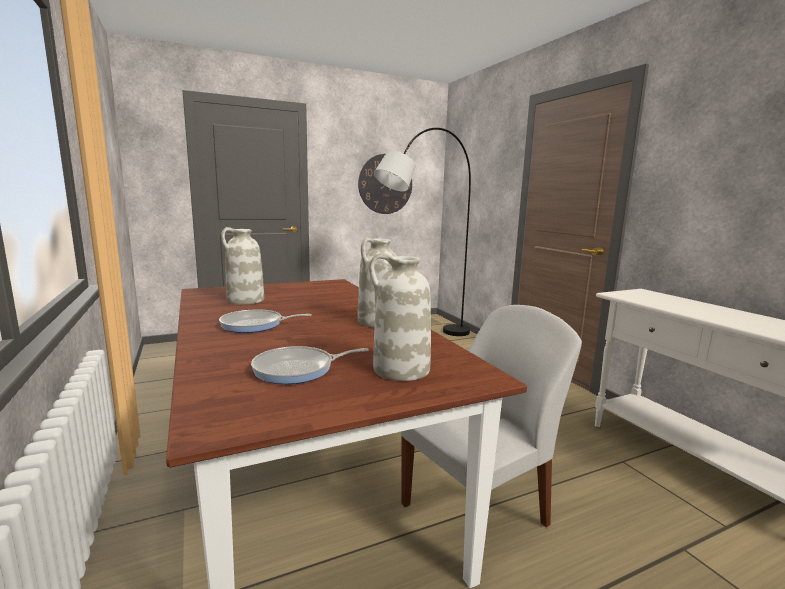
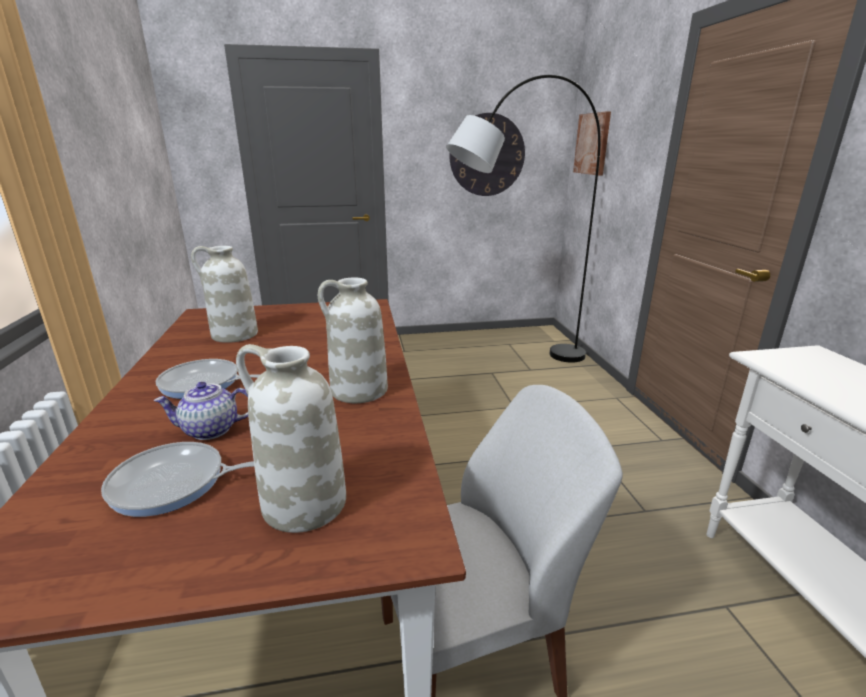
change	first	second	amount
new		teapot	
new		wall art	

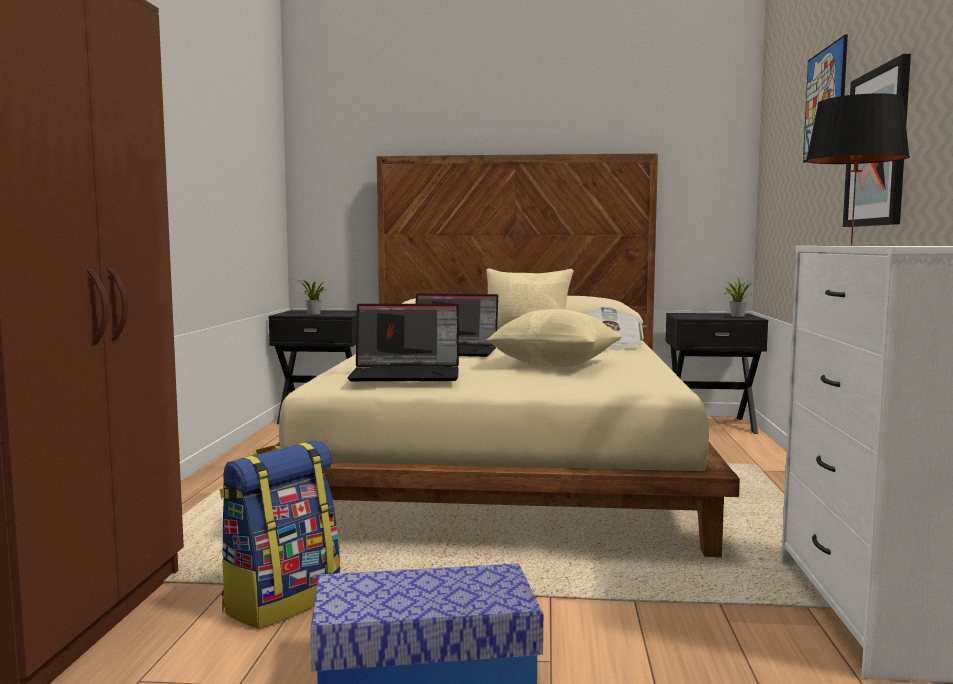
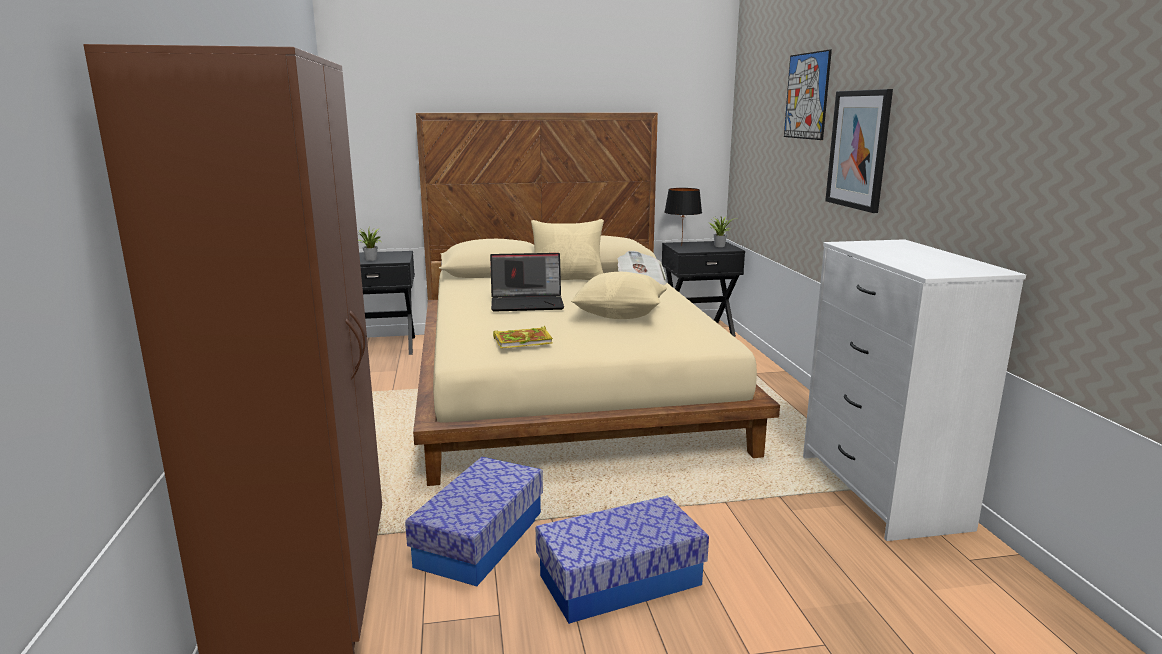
change	first	second	amount
swapped	knapsack	storage bin (no. 1 from left)	
swapped	portable computer (no. 1 from left)	volume	
shifted	blackish lamp for a table		

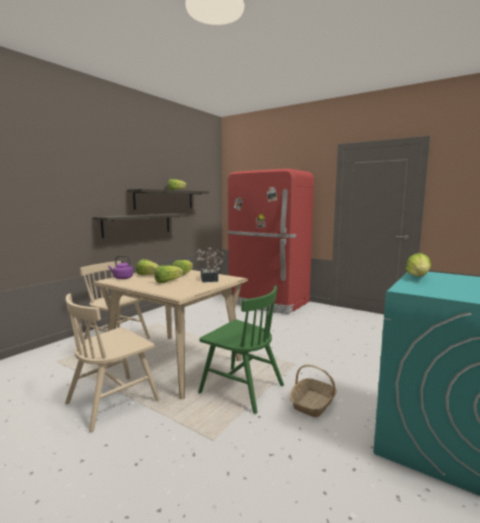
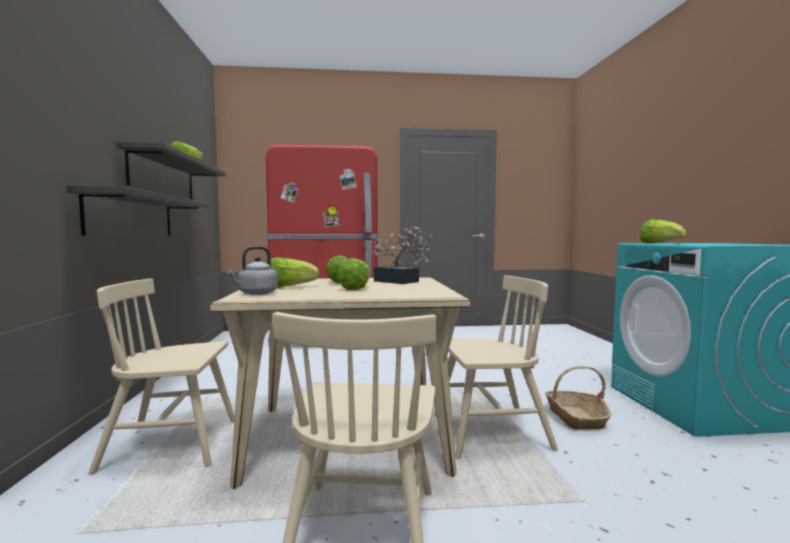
change	first	second	amount
repainted	purple kettle	greyish kettle	
repainted	green-coloured upright chair	sand-coloured upright chair (no. 3 from left)	

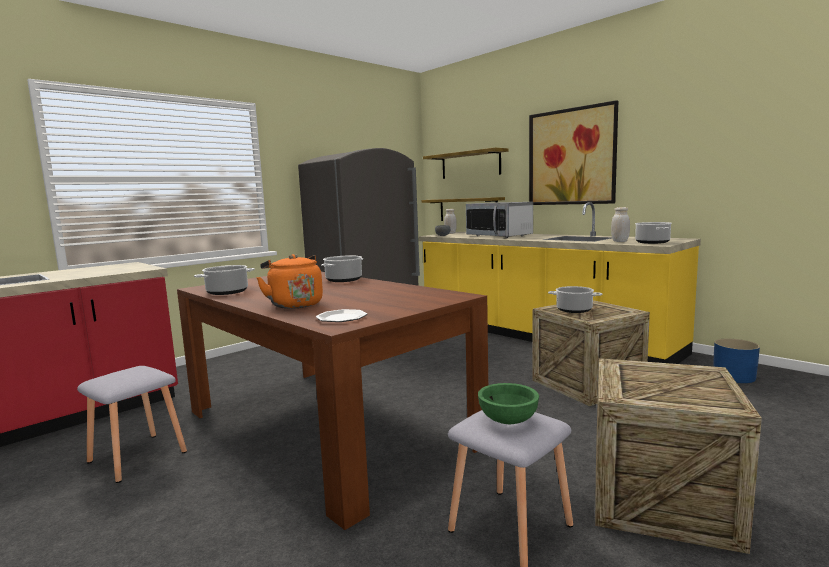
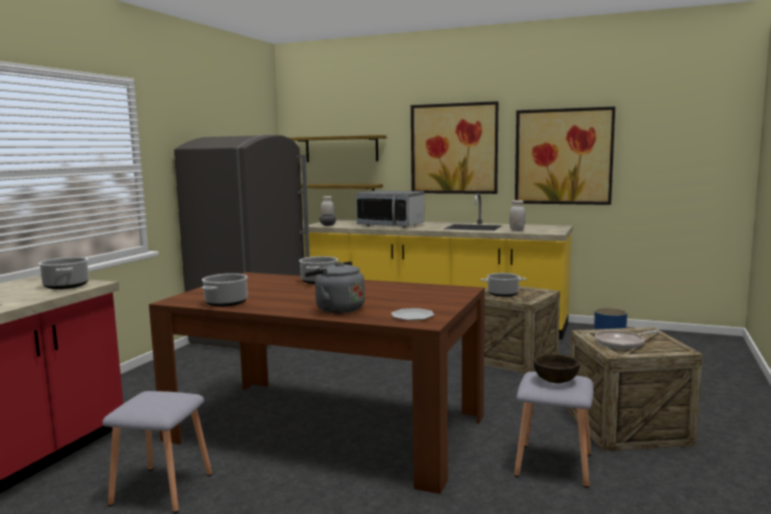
change	first	second	amount
shifted	stockpot (no. 4 from left in the first image)	stockpot (no. 1 from left)	
repainted	orange-coloured kettle	greyish kettle	
new		wall art (no. 2 from left)	
repainted	green-coloured serving bowl	brown serving bowl	
new		frying pan	

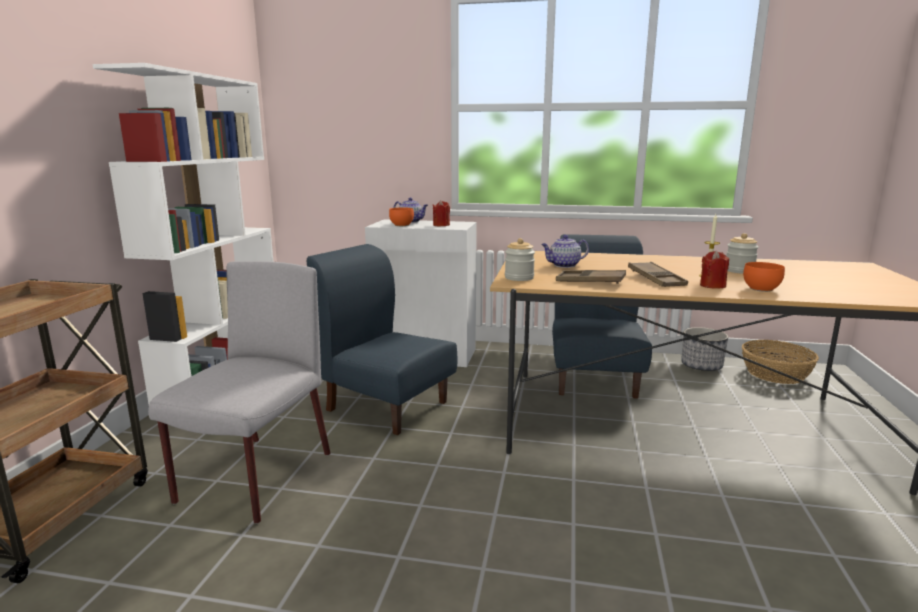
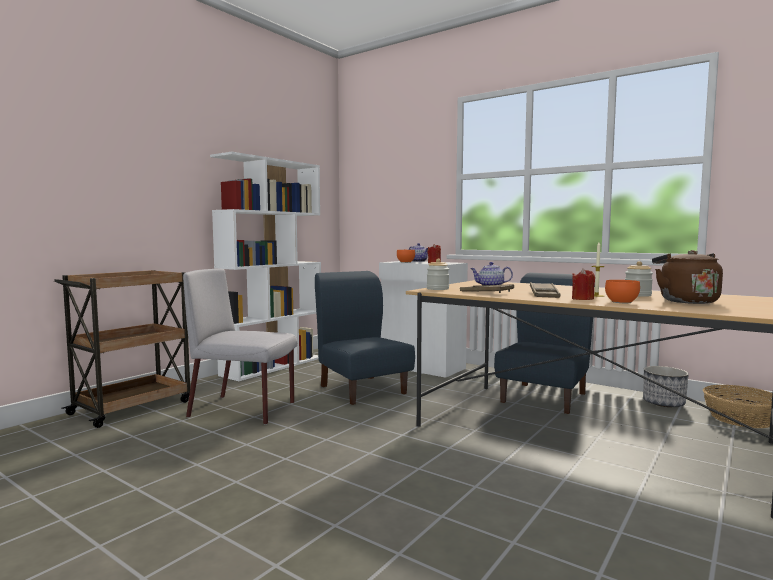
change	first	second	amount
rotated	greyish upright chair		120 degrees counterclockwise
new		brown kettle	

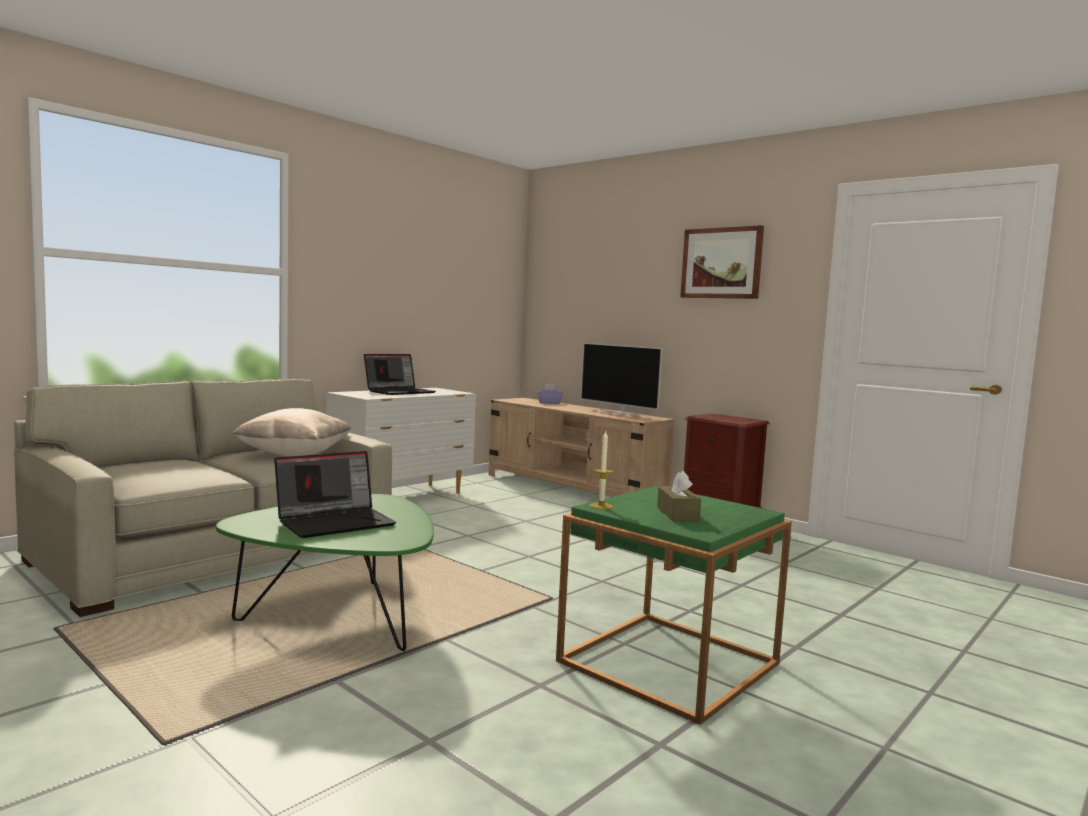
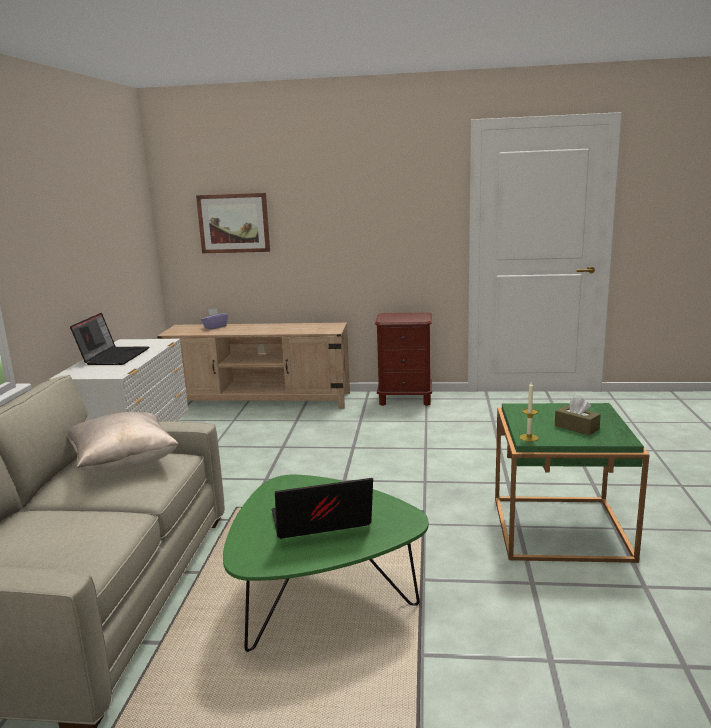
change	first	second	amount
shifted	wall art		
rotated	portable computer (no. 1 from left in the first image)	portable computer (no. 2 from left)	120 degrees counterclockwise
gone	TV set		

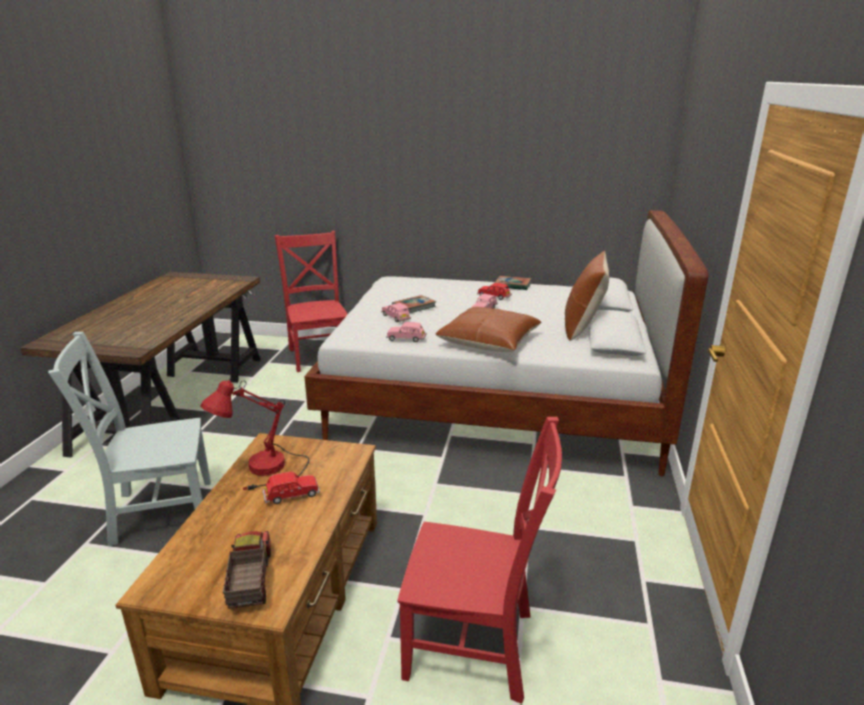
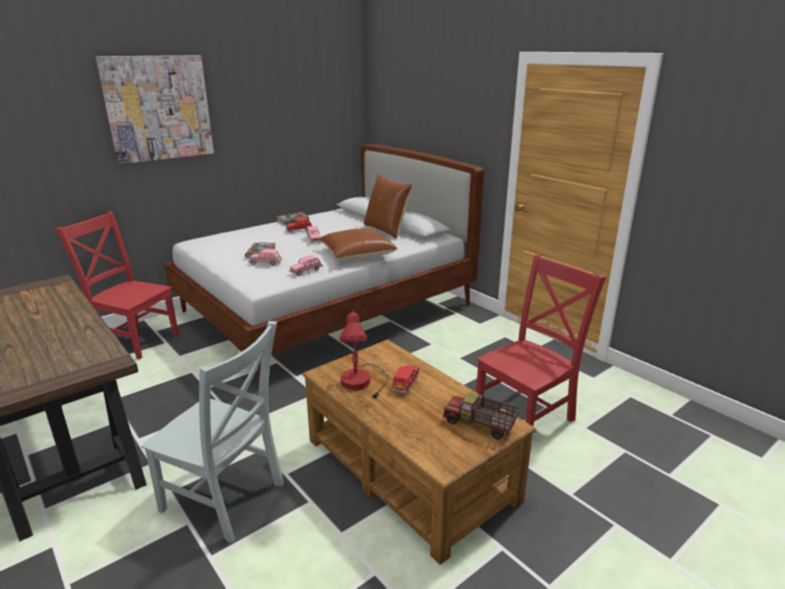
change	first	second	amount
new		wall art	
rotated	greyish upright chair		90 degrees counterclockwise

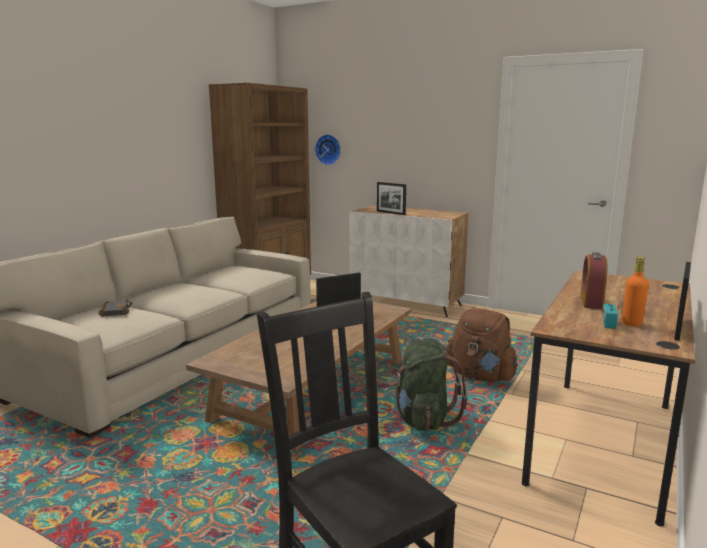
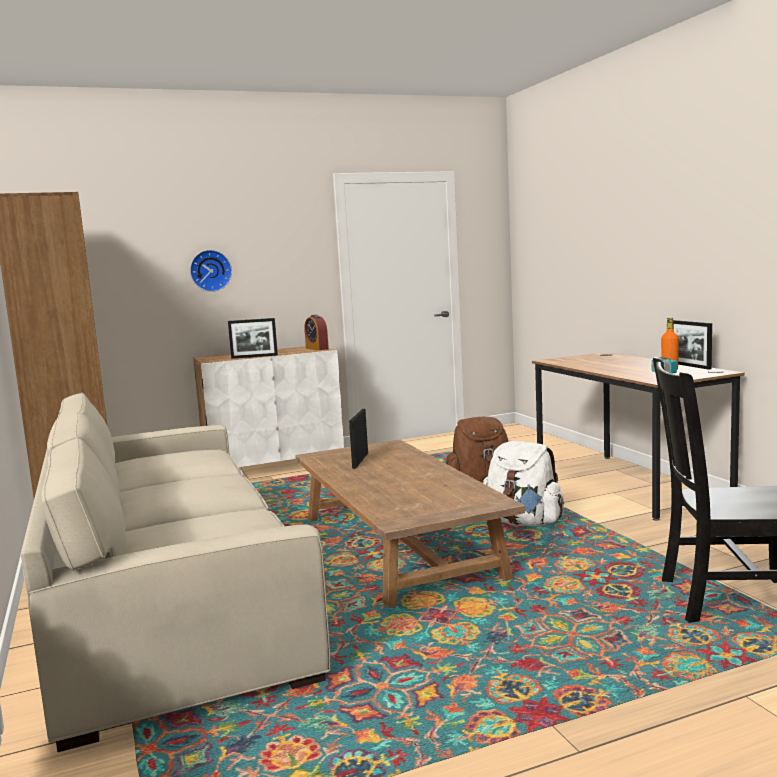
change	first	second	amount
shifted	clock on the wall		
shifted	alarm clock		
repainted	green-coloured knapsack	white-coloured knapsack	
gone	blackish volume		

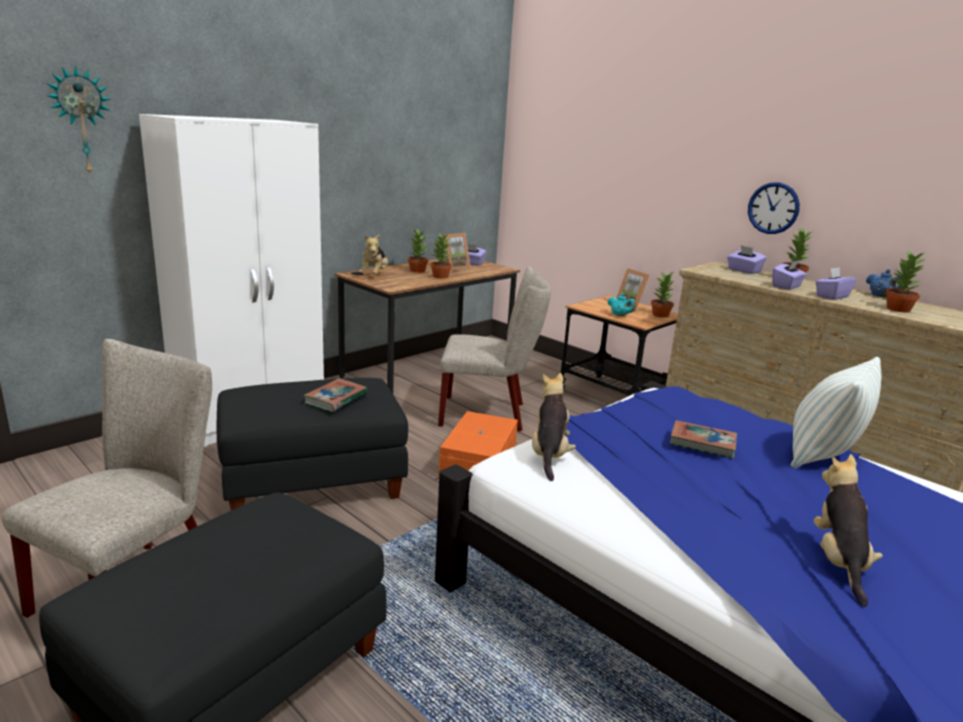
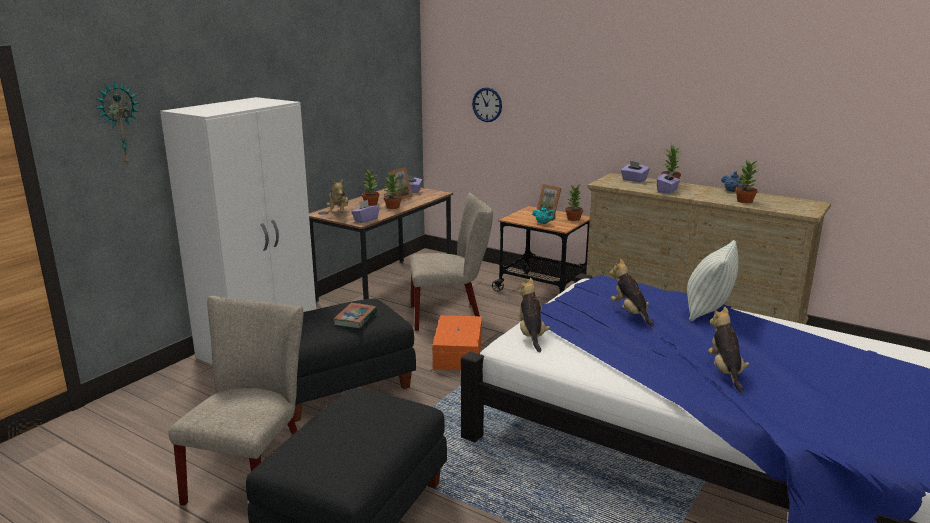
change	first	second	amount
shifted	purple box of tissues (no. 4 from left in the first image)	purple box of tissues (no. 1 from left)	
shifted	clock on the wall (no. 2 from left)		
swapped	volume (no. 2 from left)	plush toy (no. 3 from left)	

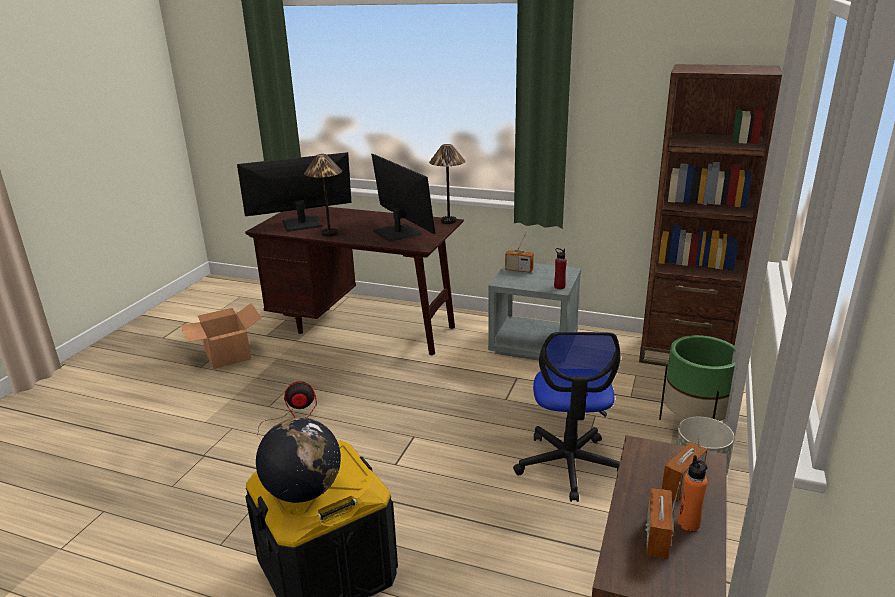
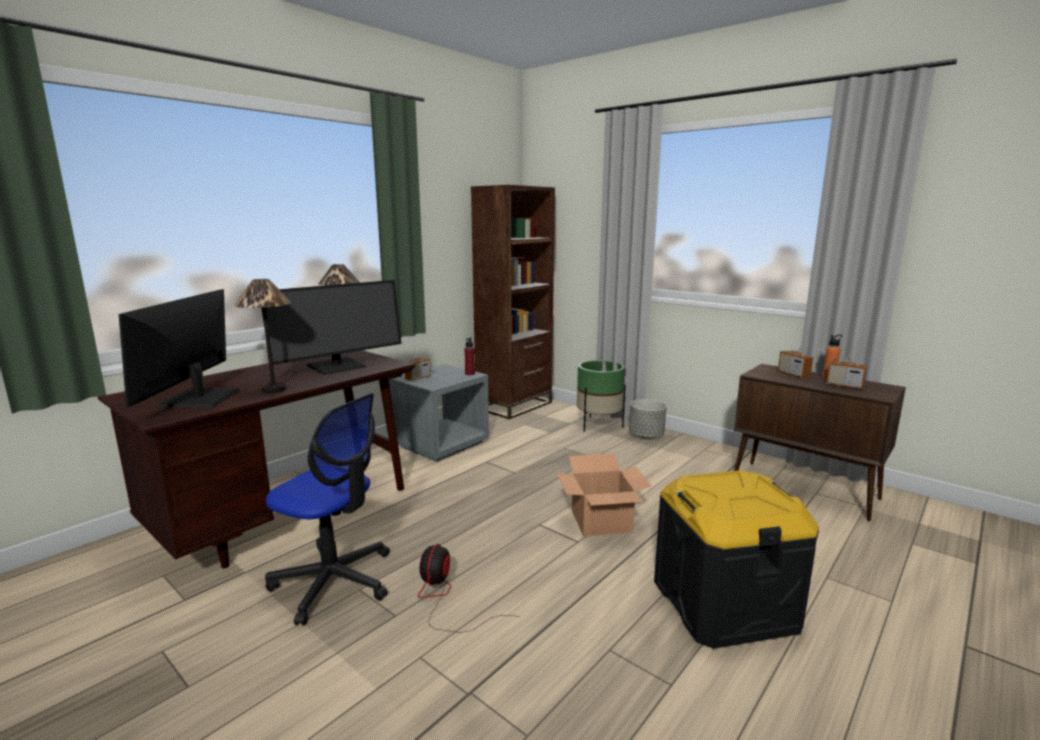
change	first	second	amount
rotated	monitor (no. 2 from left)		150 degrees clockwise
shifted	office chair		
shifted	packing box		
gone	desk globe		

